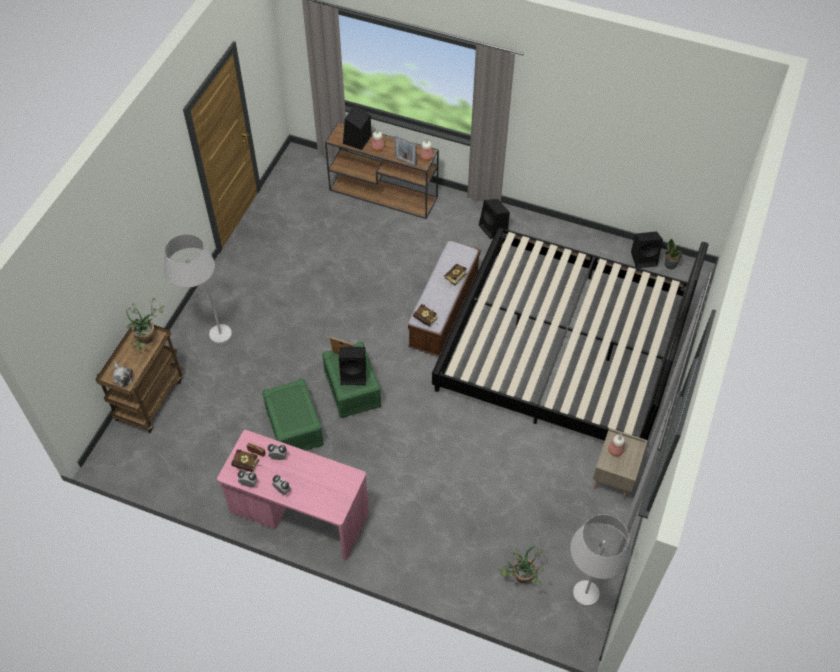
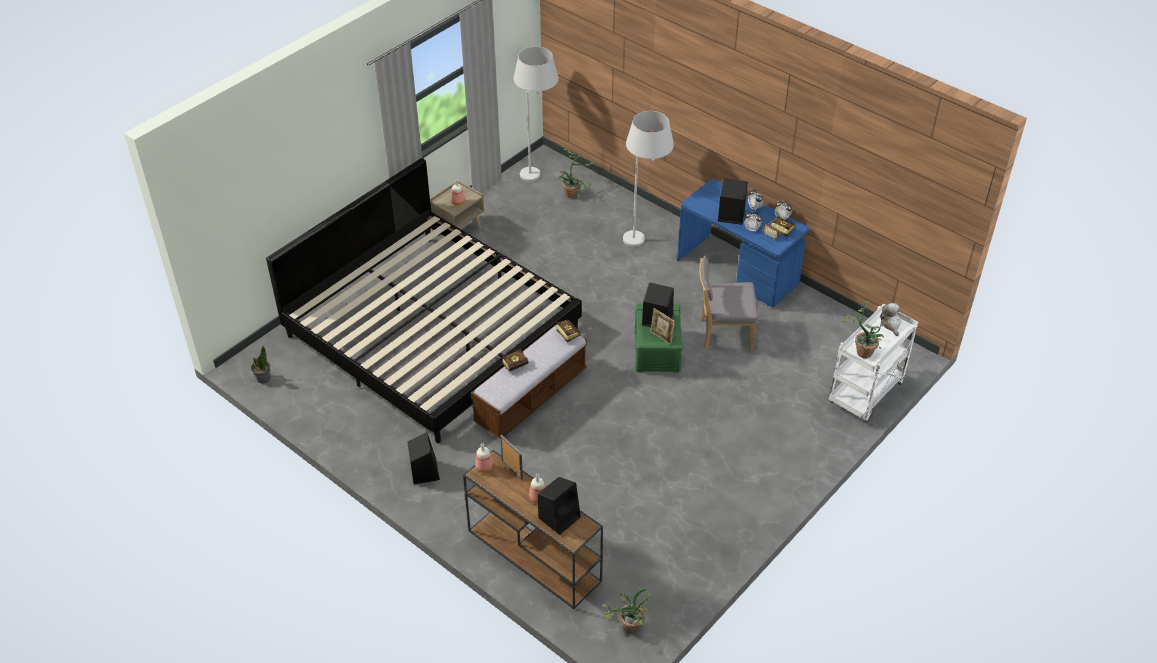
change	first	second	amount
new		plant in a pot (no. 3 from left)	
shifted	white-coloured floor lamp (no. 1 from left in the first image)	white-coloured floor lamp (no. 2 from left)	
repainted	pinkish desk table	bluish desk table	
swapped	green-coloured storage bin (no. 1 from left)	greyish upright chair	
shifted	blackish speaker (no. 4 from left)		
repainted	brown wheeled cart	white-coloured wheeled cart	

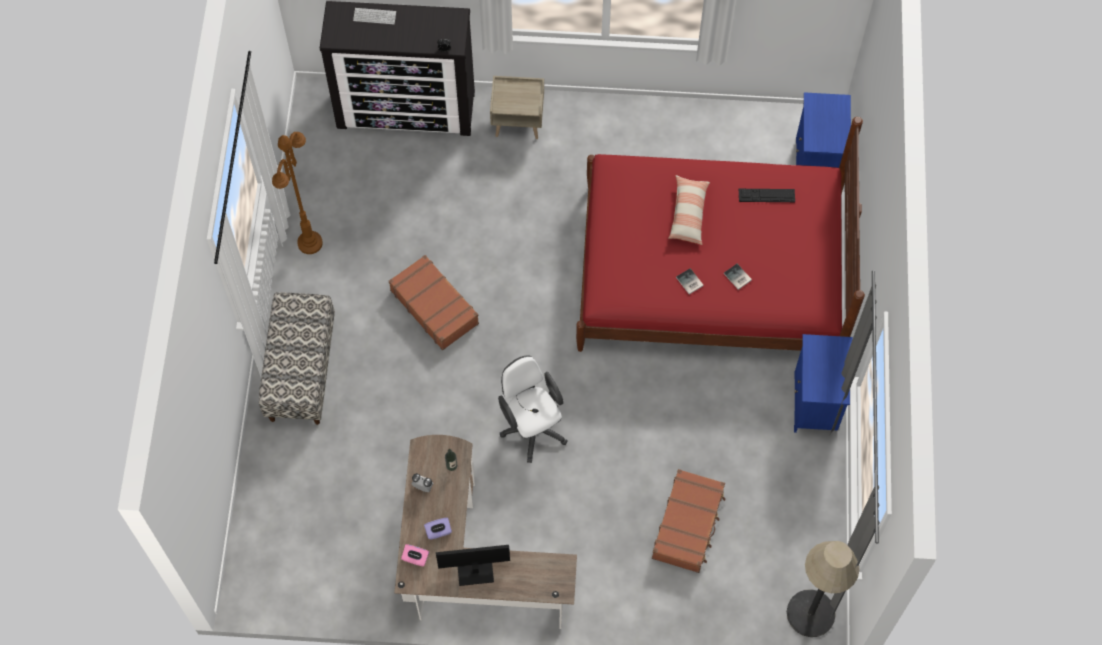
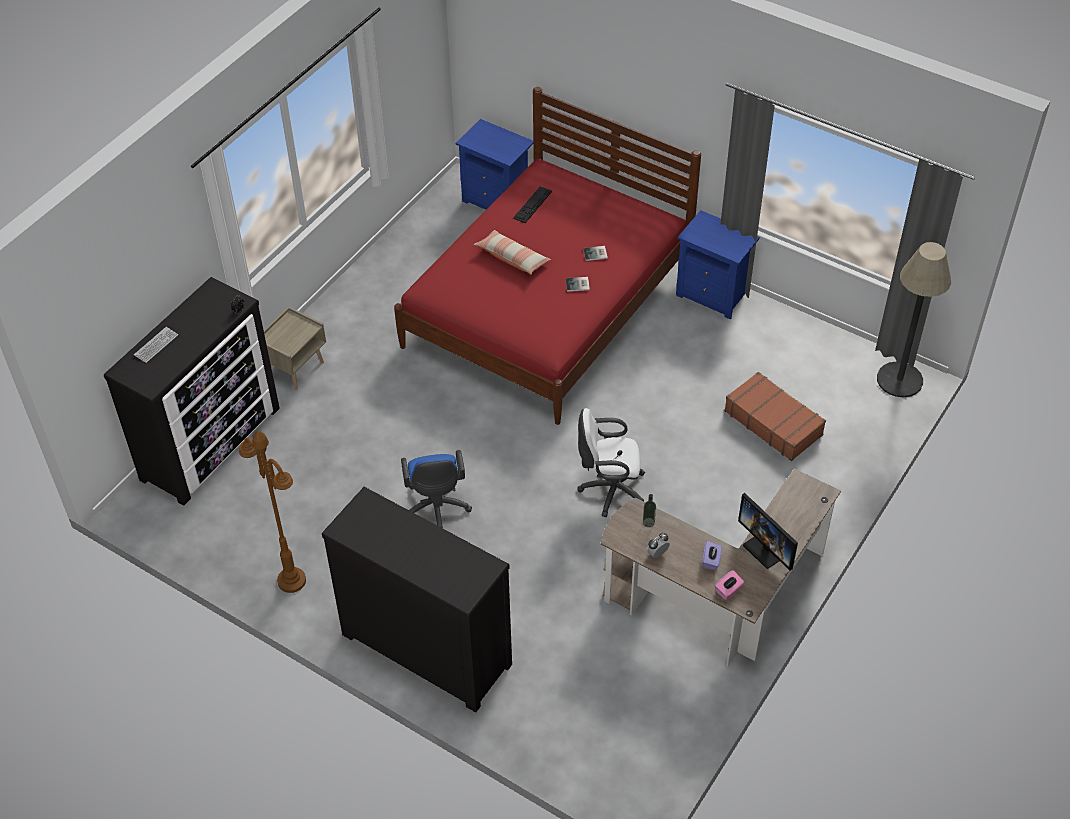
change	first	second	amount
swapped	bench	chest of drawers (no. 2 from left)	
swapped	brown travel case (no. 1 from left)	bluish office chair	
rotated	monitor		60 degrees counterclockwise

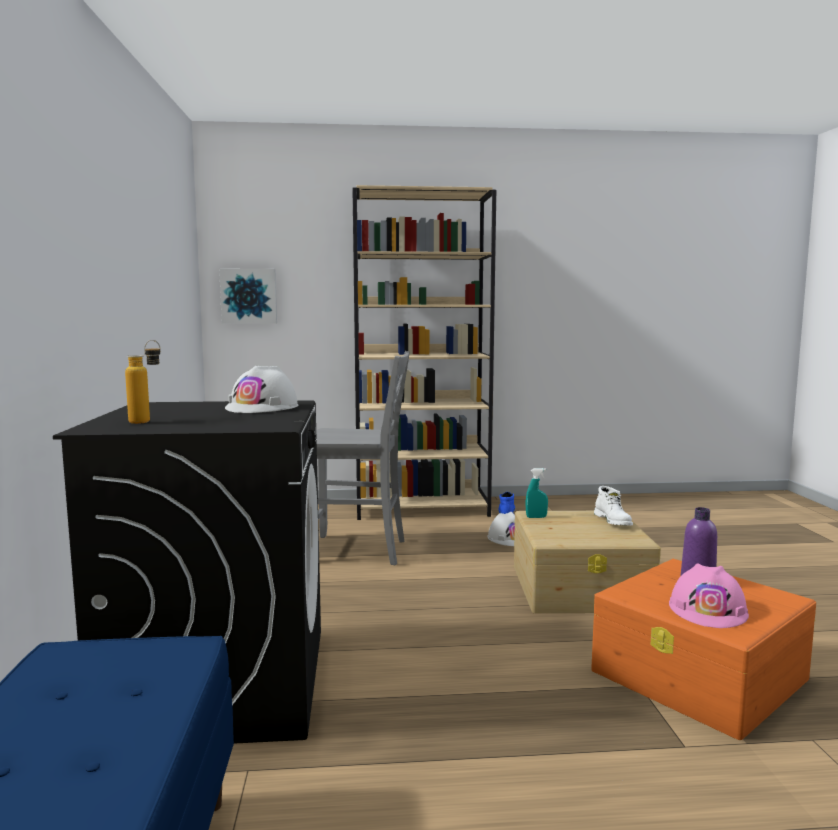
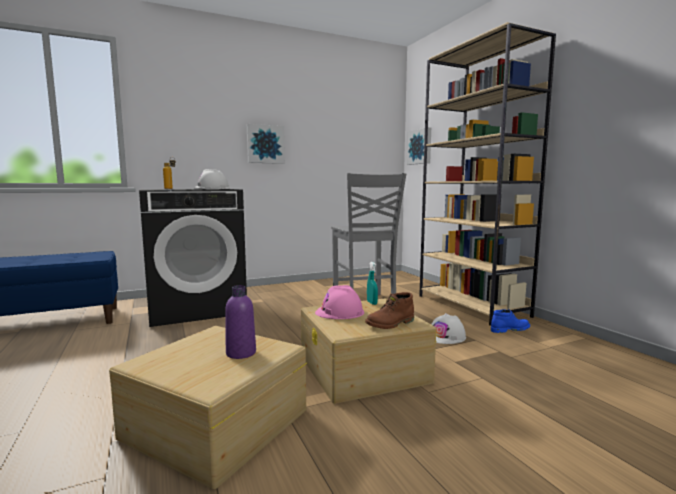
change	first	second	amount
repainted	orange-coloured storage bin	sand-coloured storage bin (no. 1 from left)	
new		wall art (no. 1 from left)	
shifted	pinkish hard hat		
repainted	white-coloured tall boot	brown tall boot	

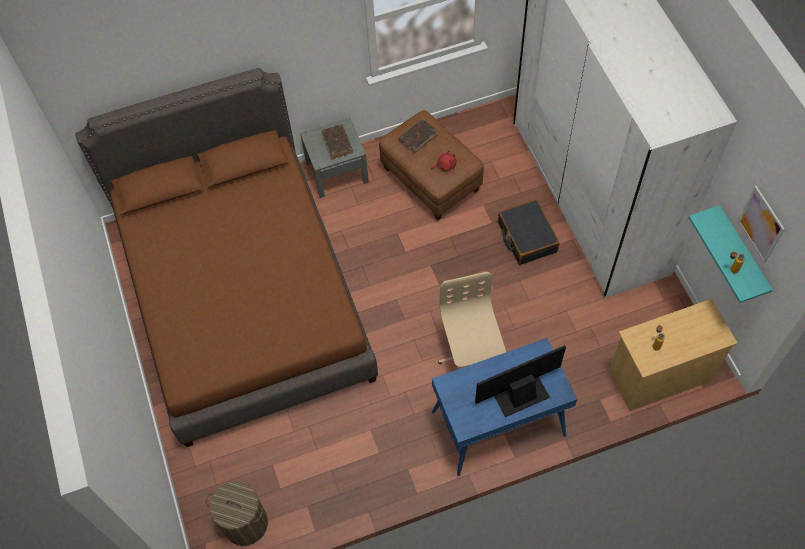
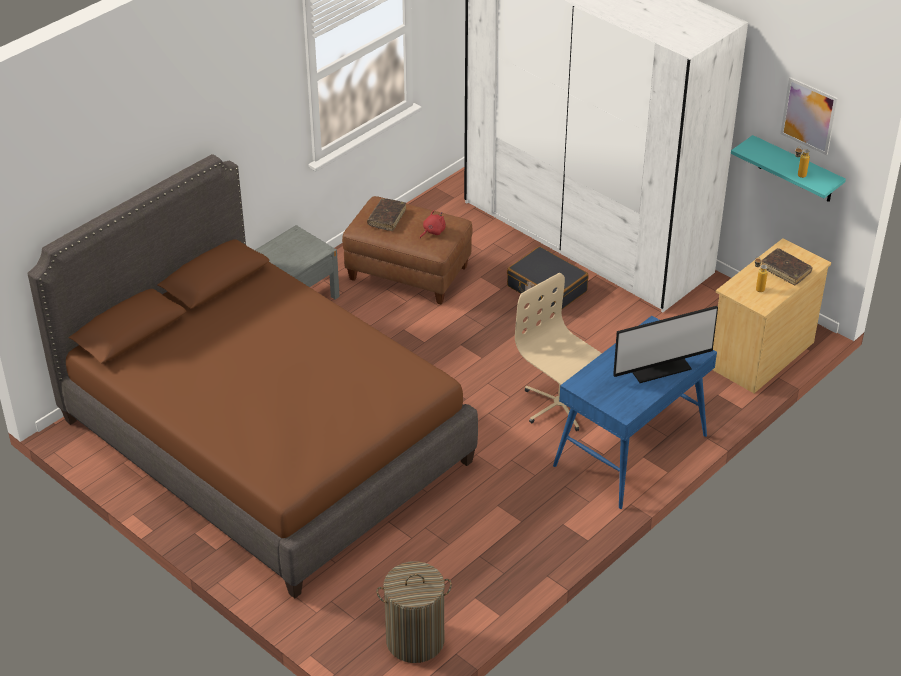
change	first	second	amount
rotated	monitor		150 degrees counterclockwise
shifted	brown volume (no. 1 from left in the first image)	brown volume (no. 2 from left)	

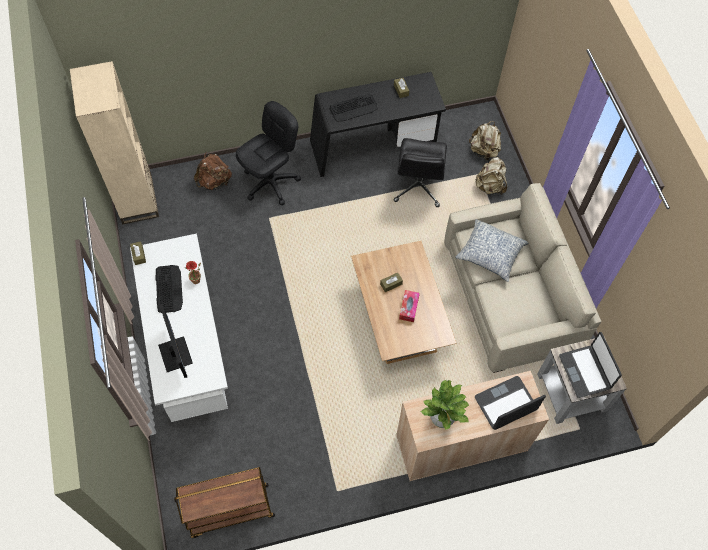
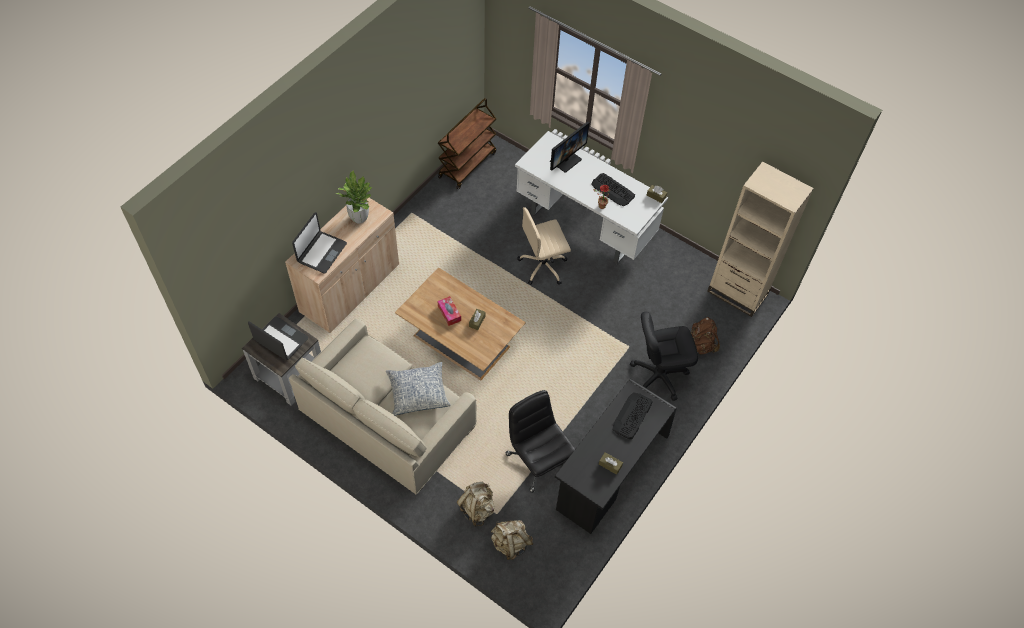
change	first	second	amount
new		sand-coloured office chair	
rotated	monitor		75 degrees counterclockwise
rotated	blackish office chair (no. 1 from left in the first image)	blackish office chair (no. 2 from left)	75 degrees clockwise

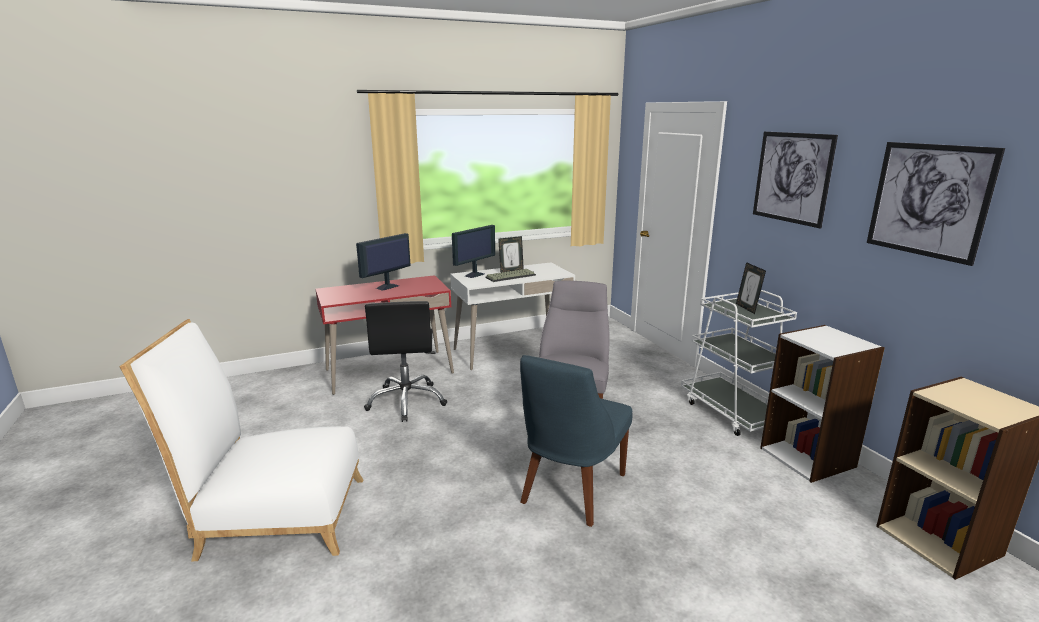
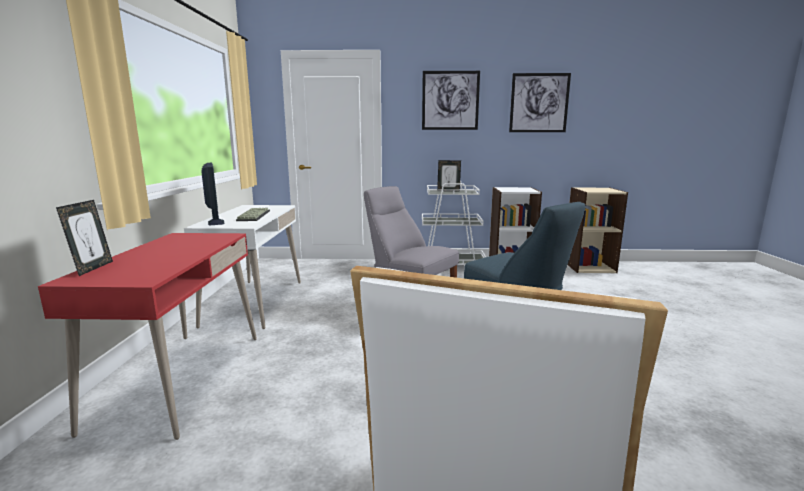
change	first	second	amount
shifted	picture frame (no. 1 from left)		
gone	monitor (no. 1 from left)		
gone	blackish office chair		

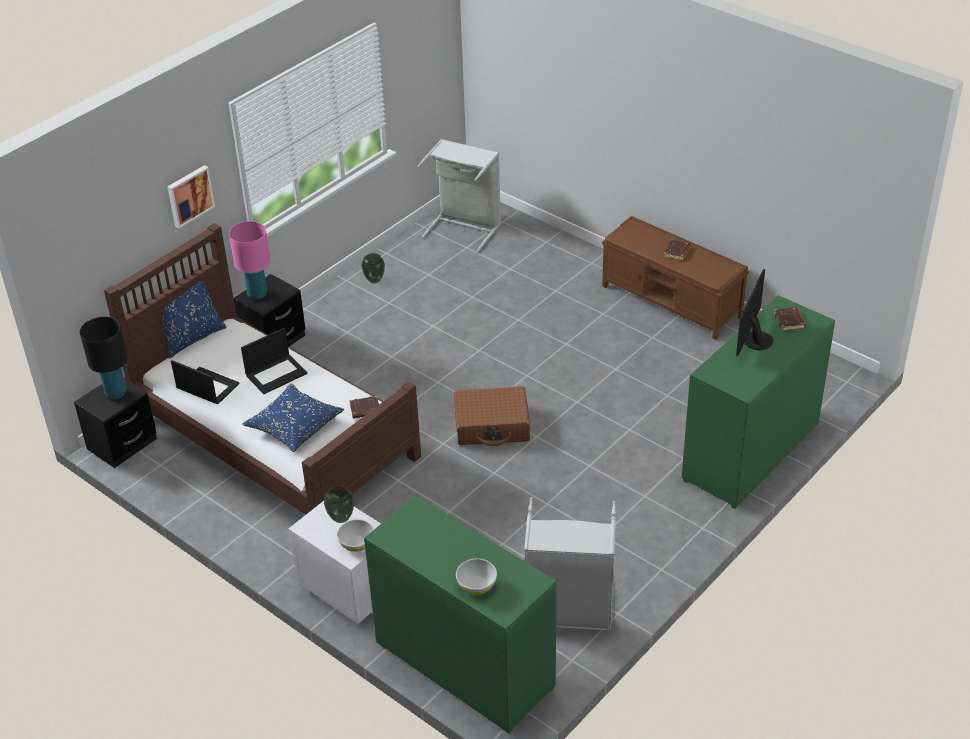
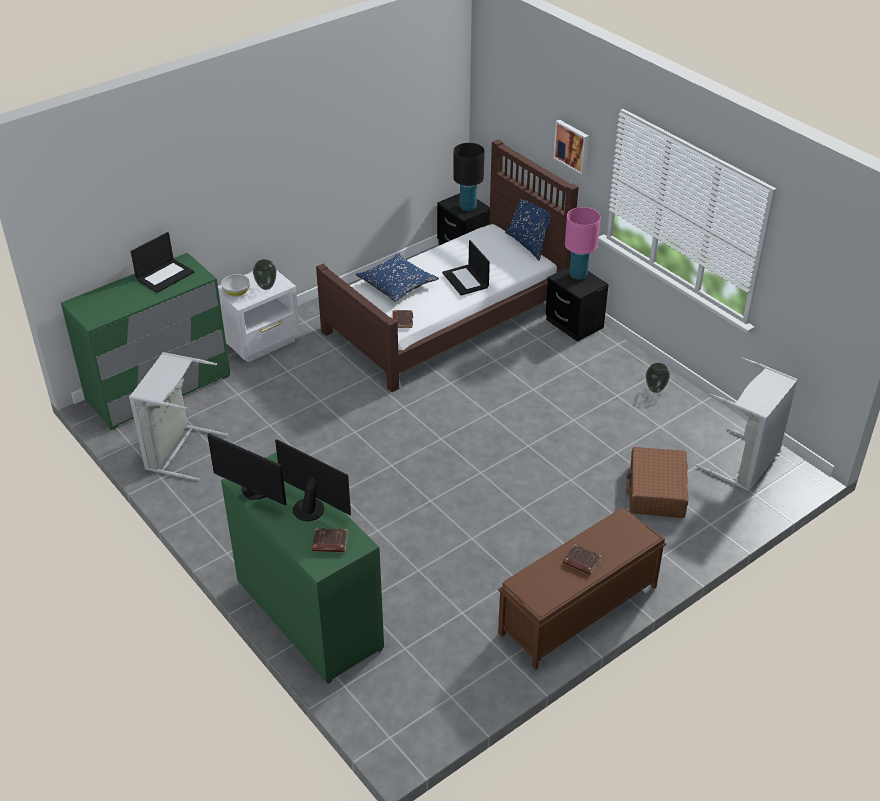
change	first	second	amount
shifted	portable computer (no. 1 from left)		
new		monitor (no. 1 from left)	
shifted	brown travel case		
gone	white-coloured serving bowl (no. 2 from left)		

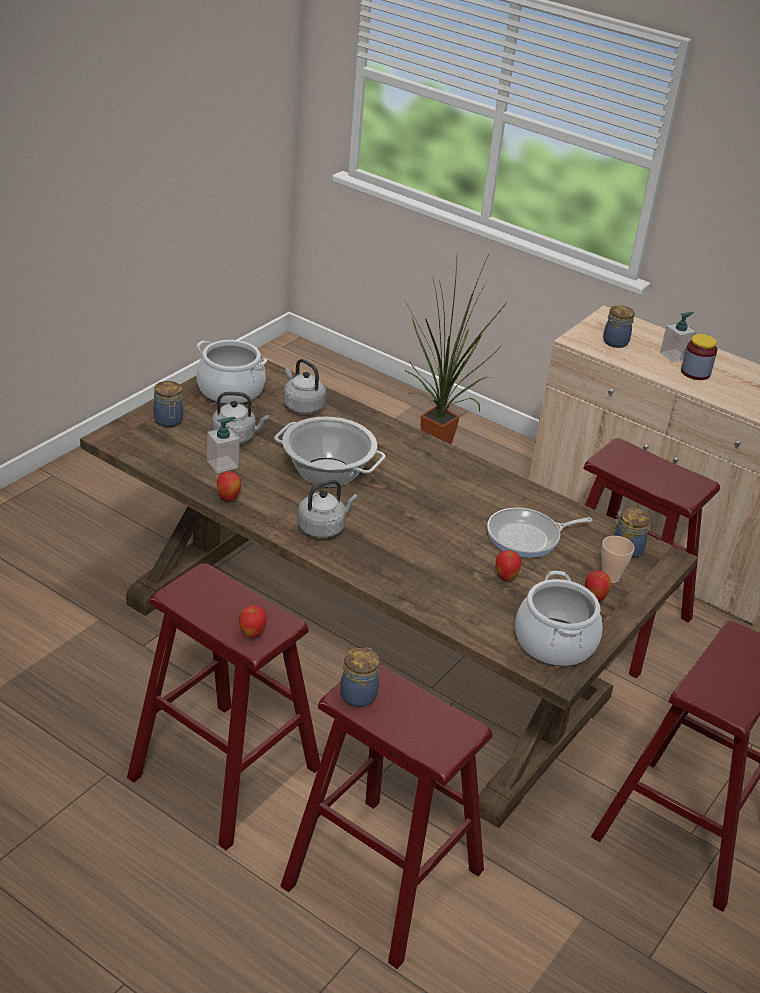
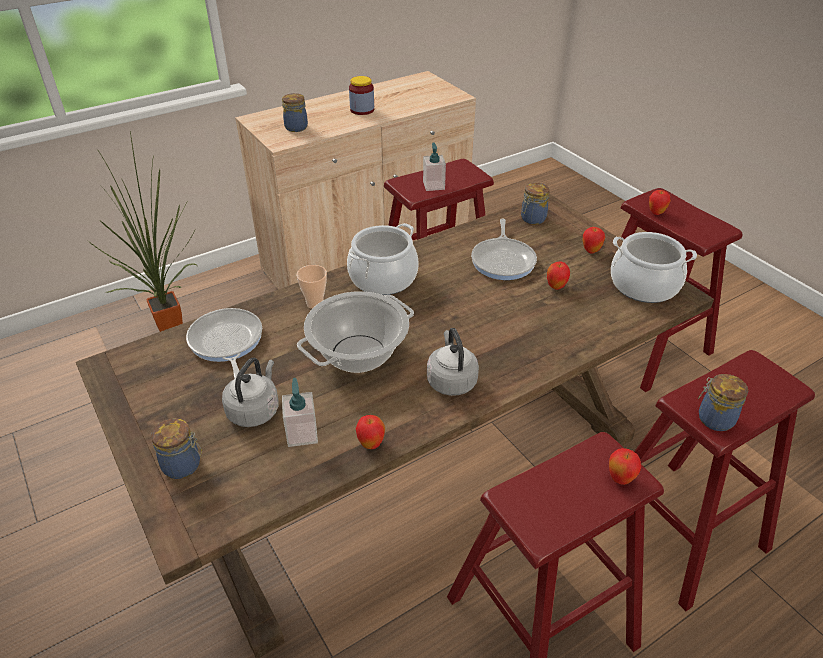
change	first	second	amount
swapped	greyish kettle (no. 2 from left)	frying pan (no. 1 from left)	
shifted	cup		
shifted	stockpot (no. 1 from left in the first image)	stockpot (no. 2 from left)	
shifted	soap bottle (no. 2 from left)		
new		whole apple (no. 5 from left)	

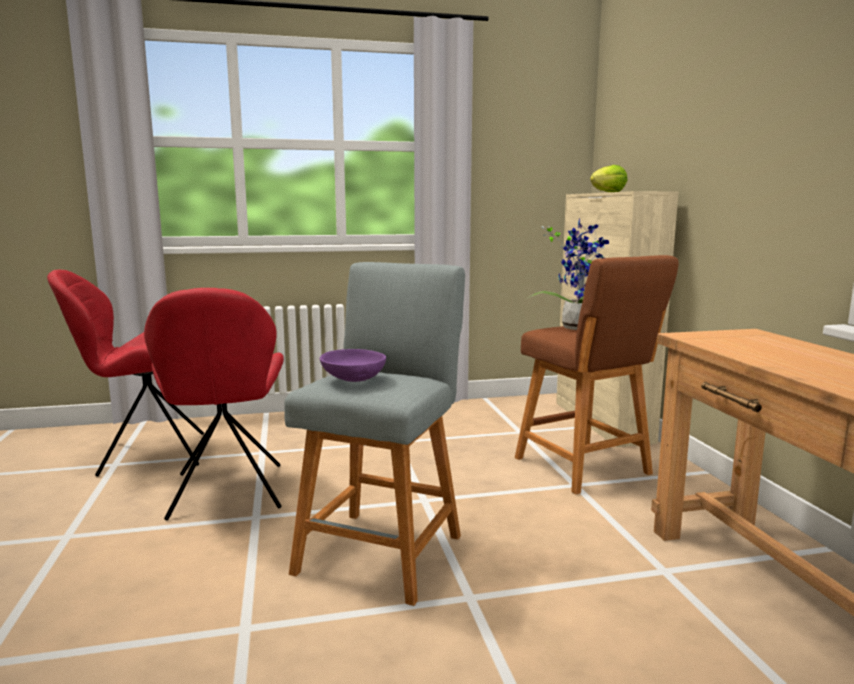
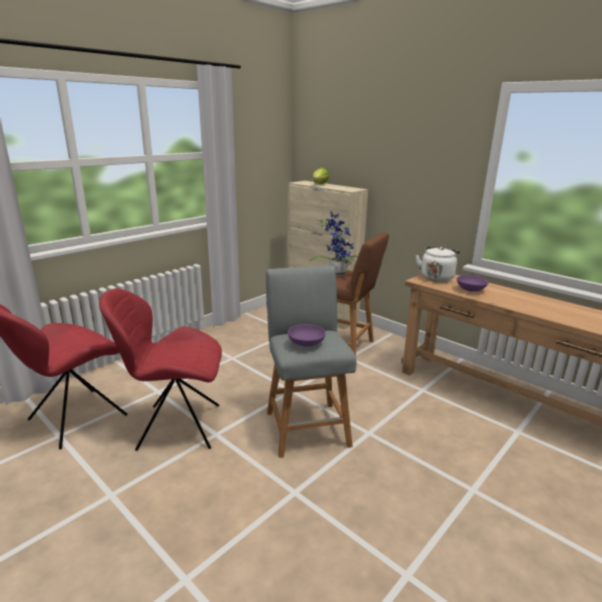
change	first	second	amount
rotated	reddish upright chair (no. 2 from left)		135 degrees clockwise
new		white-coloured kettle	
new		purple serving bowl (no. 2 from left)	

